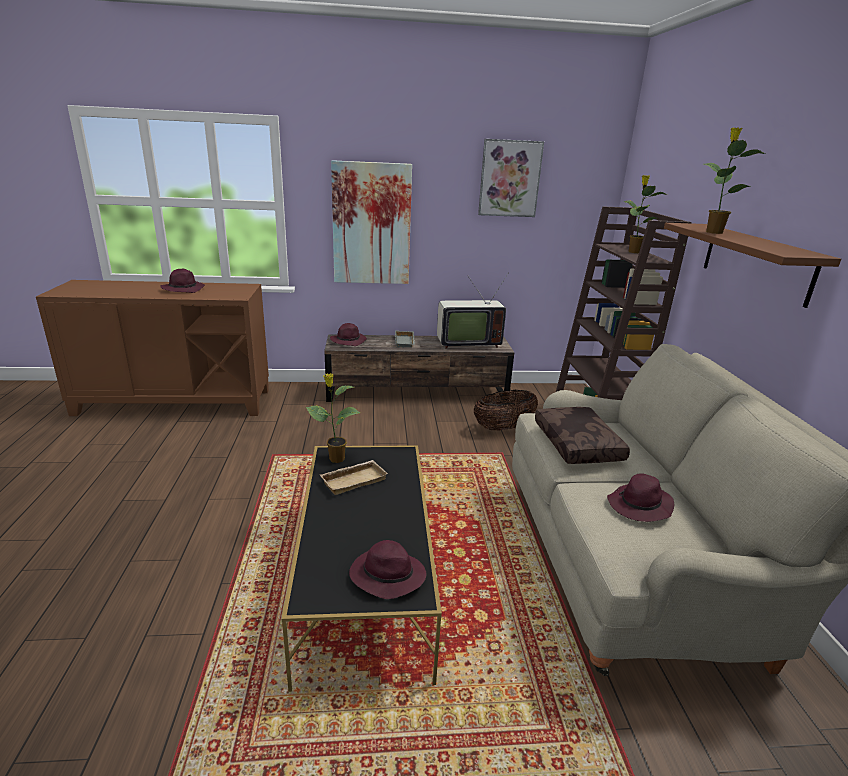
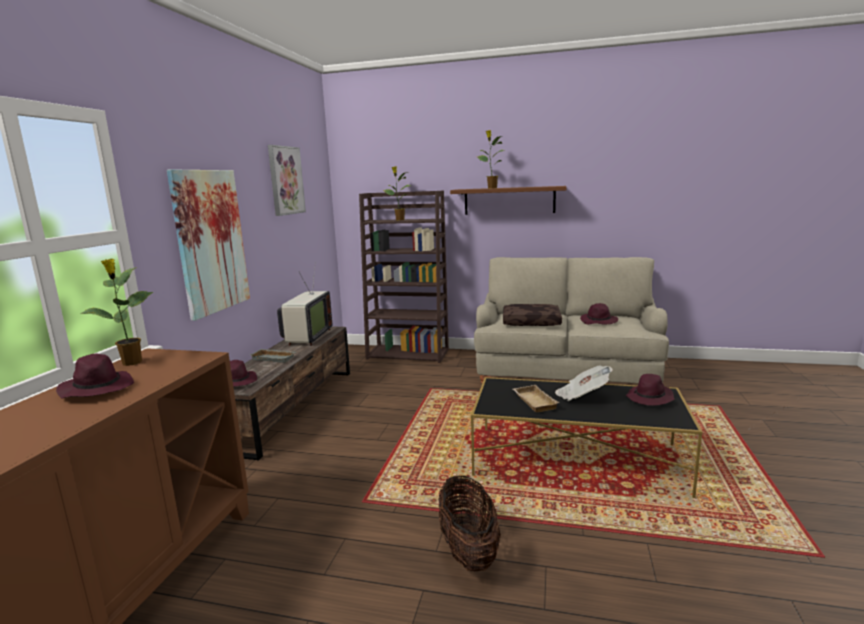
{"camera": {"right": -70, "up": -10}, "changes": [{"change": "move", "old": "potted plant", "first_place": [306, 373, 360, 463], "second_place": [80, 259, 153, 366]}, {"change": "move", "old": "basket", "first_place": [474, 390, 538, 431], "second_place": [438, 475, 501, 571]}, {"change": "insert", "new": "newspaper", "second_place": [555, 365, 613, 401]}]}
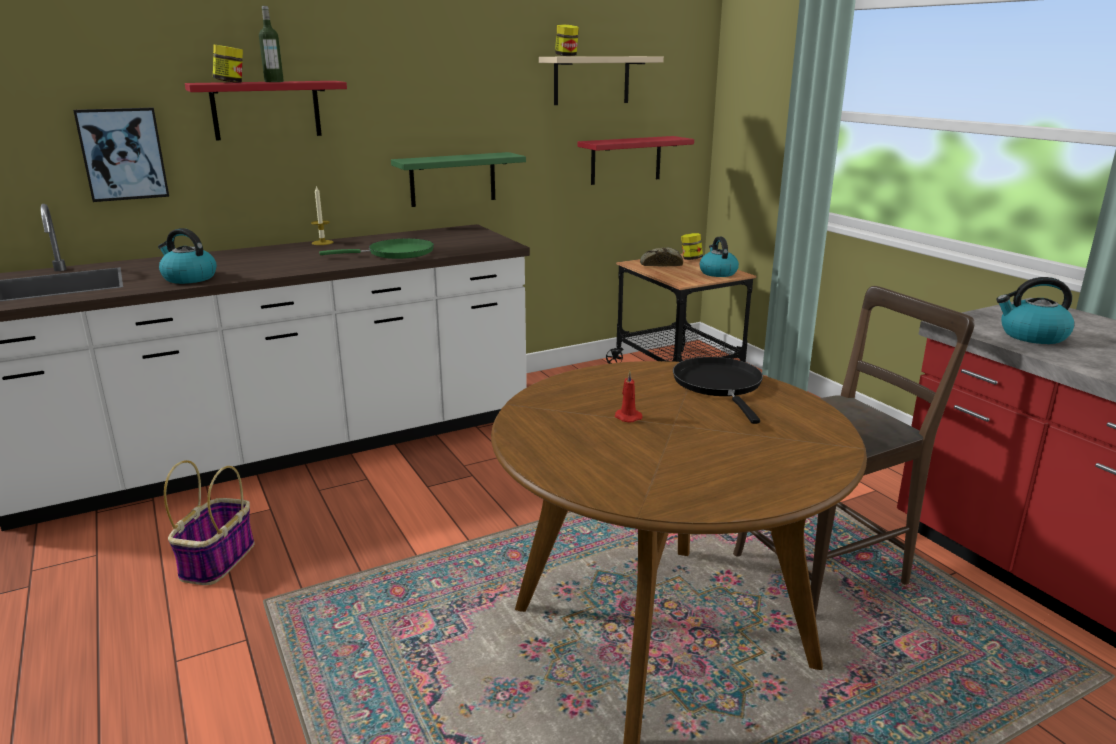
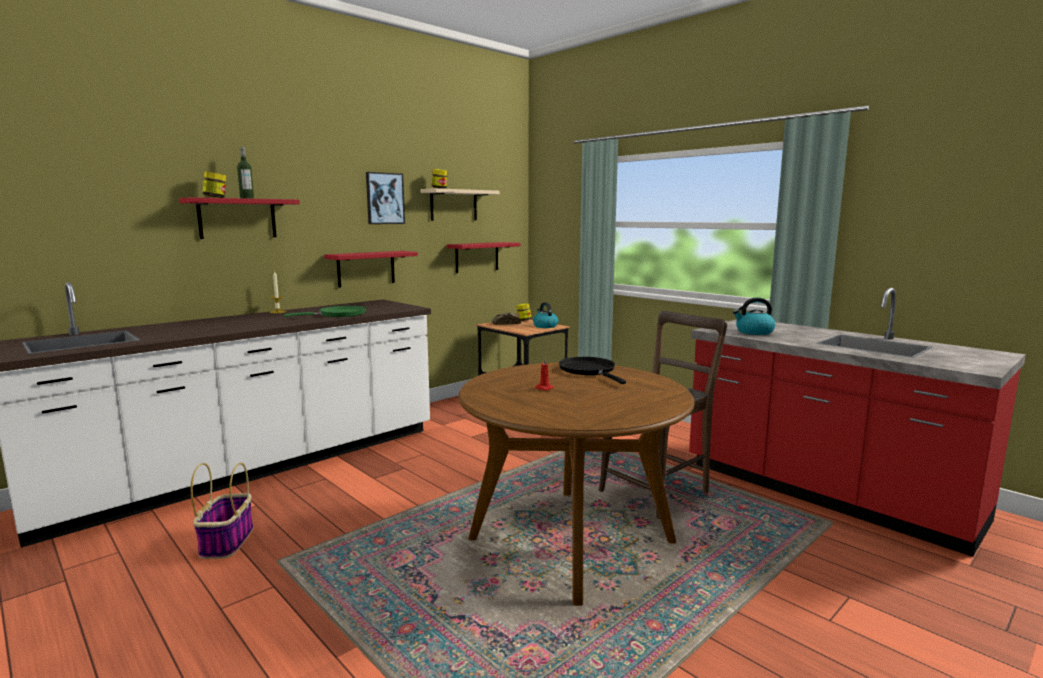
{"camera": {"right": -15, "up": -10}, "changes": [{"change": "move", "old": "picture", "first_place": [73, 107, 169, 202], "second_place": [366, 172, 405, 224]}, {"change": "recolor", "old": "green shelf", "new": "red shelf", "first_place": [391, 152, 526, 207], "second_place": [324, 251, 418, 288]}, {"change": "delete", "old": "kettle", "first_place": [158, 228, 217, 284]}]}
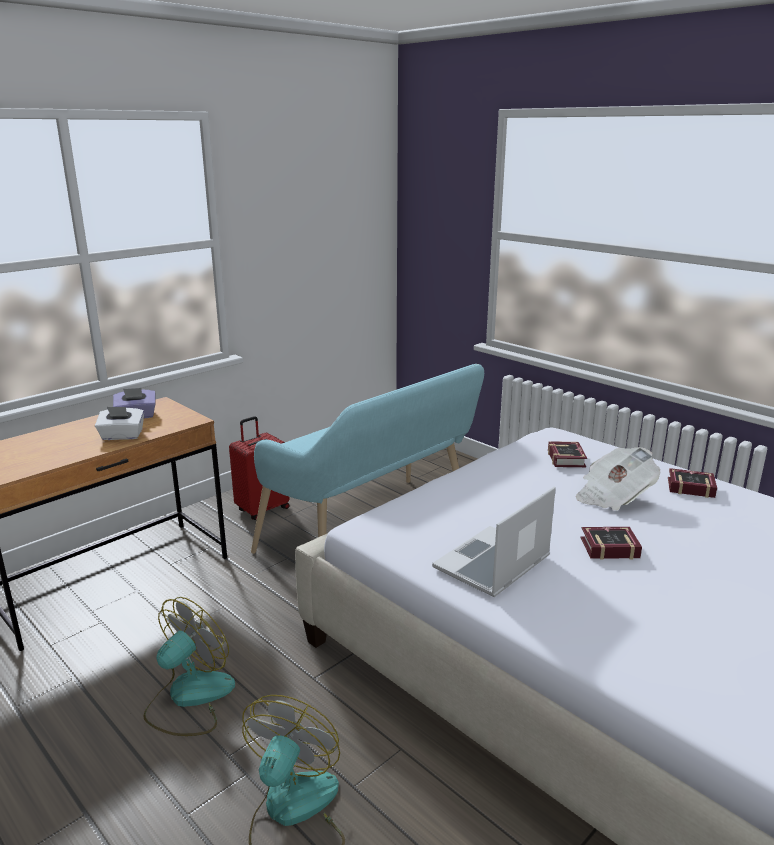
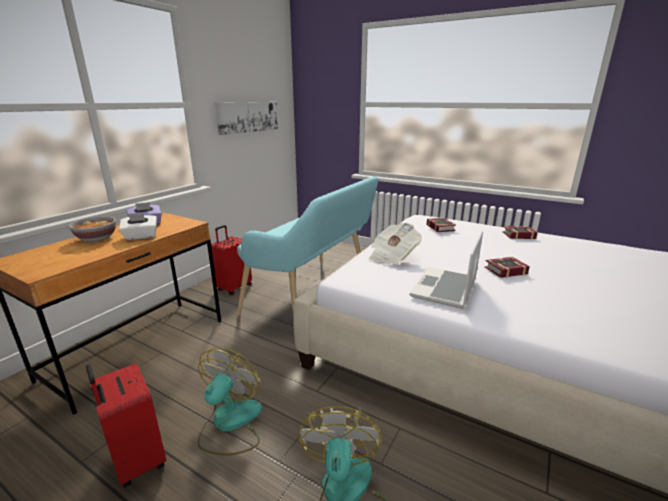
{"camera": {"right": -15, "up": 0}, "changes": [{"change": "move", "old": "newspaper", "first_place": [576, 447, 660, 510], "second_place": [369, 223, 422, 265]}, {"change": "insert", "new": "picture", "second_place": [215, 102, 278, 135]}, {"change": "insert", "new": "bowl", "second_place": [69, 216, 116, 242]}, {"change": "insert", "new": "red suitcase", "second_place": [86, 363, 166, 488]}]}
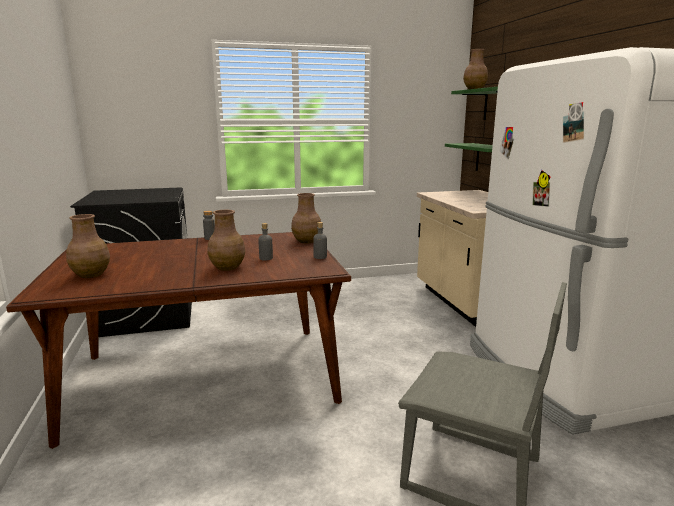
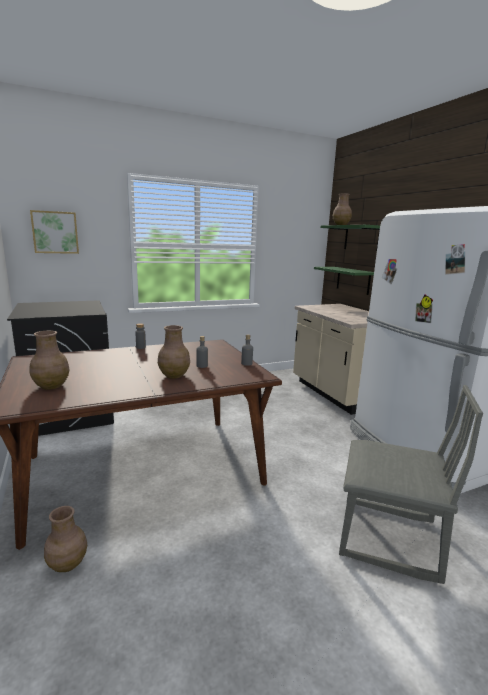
{"camera": {"right": -10, "up": 0}, "changes": [{"change": "move", "old": "brown vase", "first_place": [291, 193, 321, 243], "second_place": [44, 506, 87, 572]}, {"change": "insert", "new": "picture", "second_place": [30, 210, 79, 254]}]}
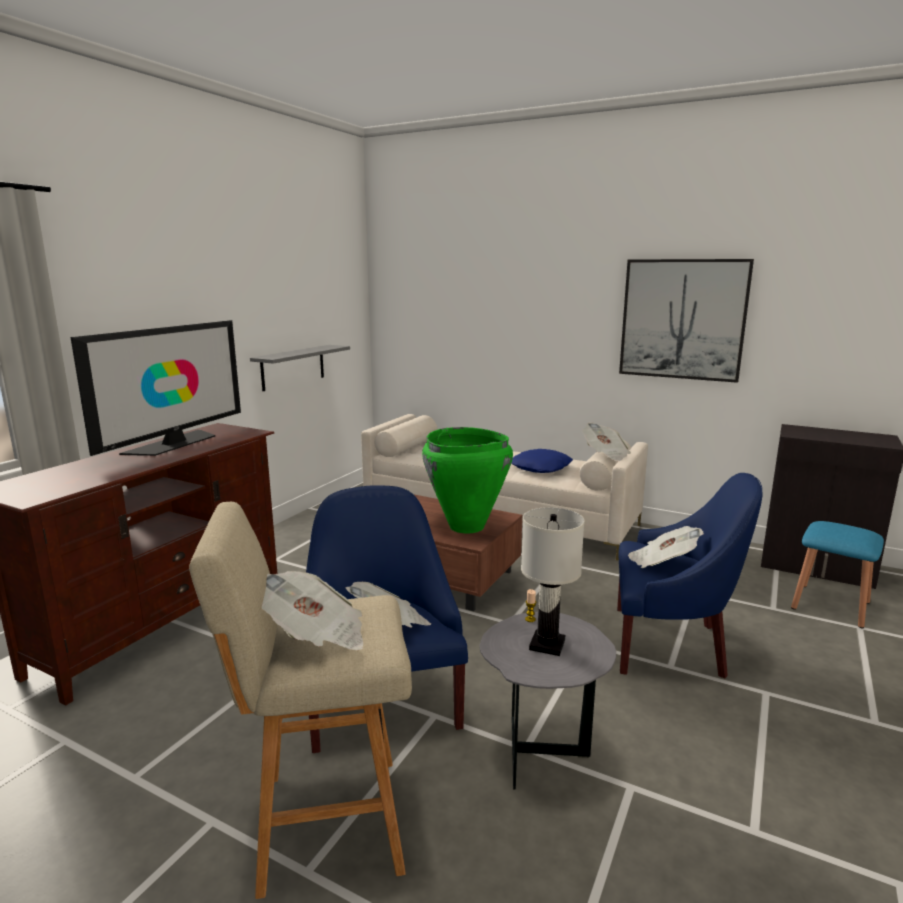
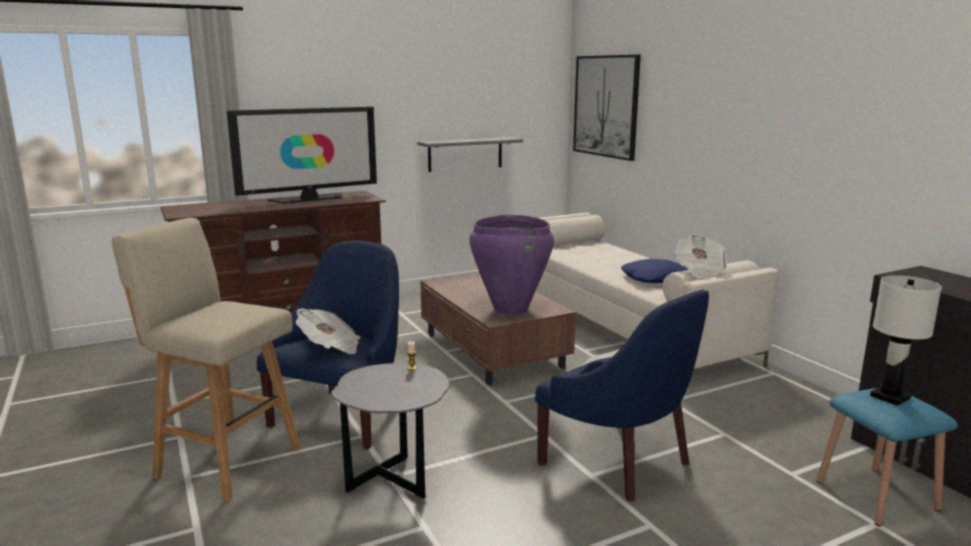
{"camera": {"right": 35, "up": 0}, "changes": [{"change": "move", "old": "picture", "first_place": [619, 259, 754, 383], "second_place": [573, 55, 641, 161]}, {"change": "recolor", "old": "green vase", "new": "purple vase", "first_place": [422, 427, 513, 534], "second_place": [470, 214, 554, 315]}, {"change": "move", "old": "white table lamp", "first_place": [521, 507, 585, 656], "second_place": [870, 275, 942, 406]}, {"change": "delete", "old": "newspaper", "first_place": [262, 571, 363, 650]}]}
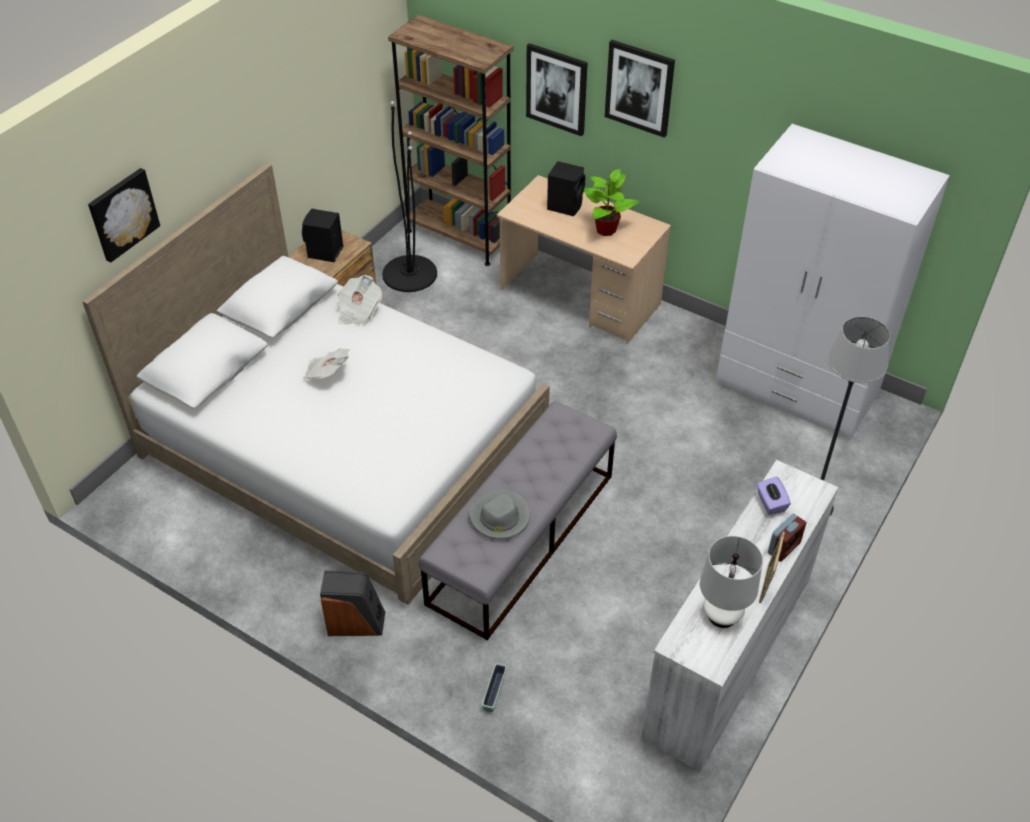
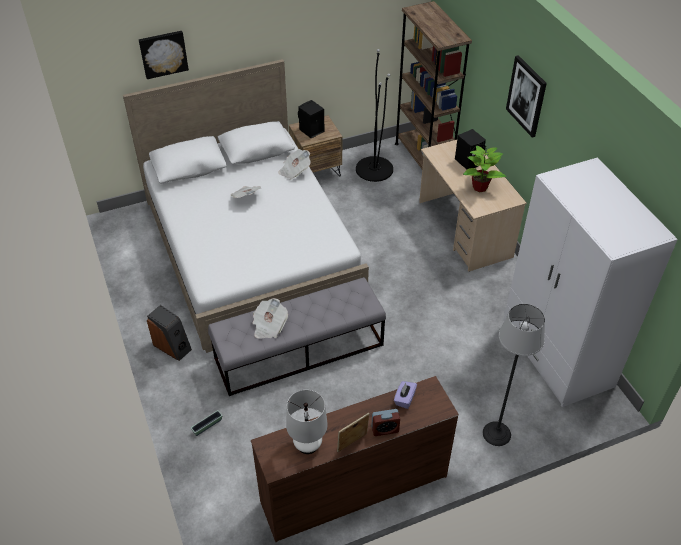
{"camera": {"right": 35, "up": 0}, "changes": [{"change": "delete", "old": "picture", "first_place": [526, 43, 588, 137]}, {"change": "recolor", "old": "white dresser", "new": "brown dresser", "first_place": [641, 460, 839, 772], "second_place": [251, 376, 459, 542]}, {"change": "replace", "old": "grey hat", "new": "newspaper", "first_place": [468, 490, 530, 539], "second_place": [253, 298, 288, 339]}]}
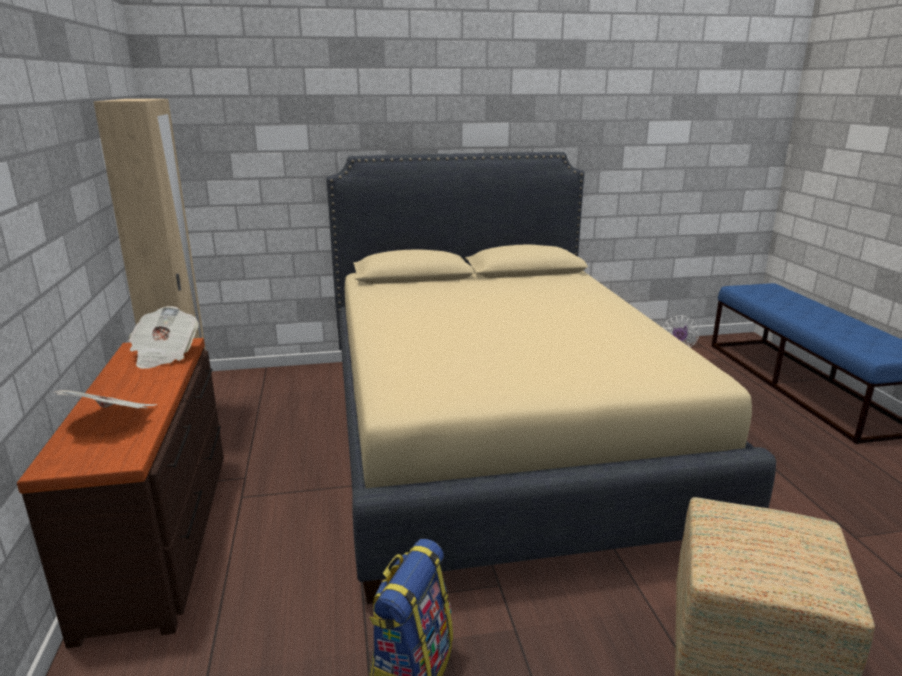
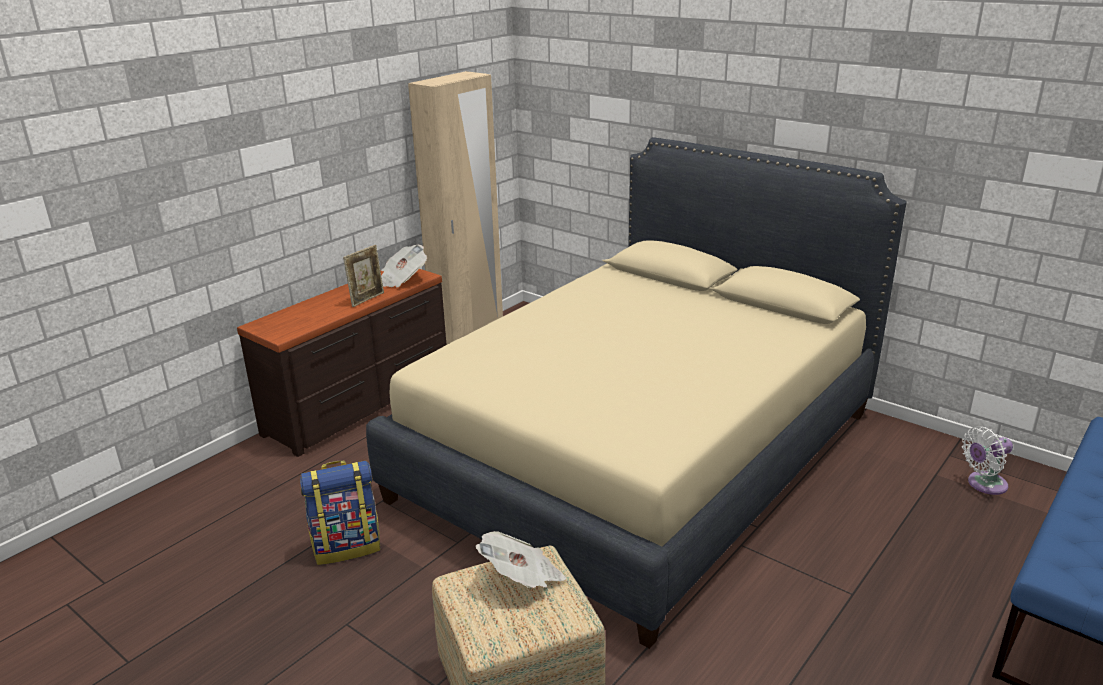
{"camera": {"right": 50, "up": 5}, "changes": [{"change": "move", "old": "newspaper", "first_place": [55, 390, 157, 408], "second_place": [475, 531, 566, 588]}, {"change": "insert", "new": "picture frame", "second_place": [343, 245, 384, 307]}]}
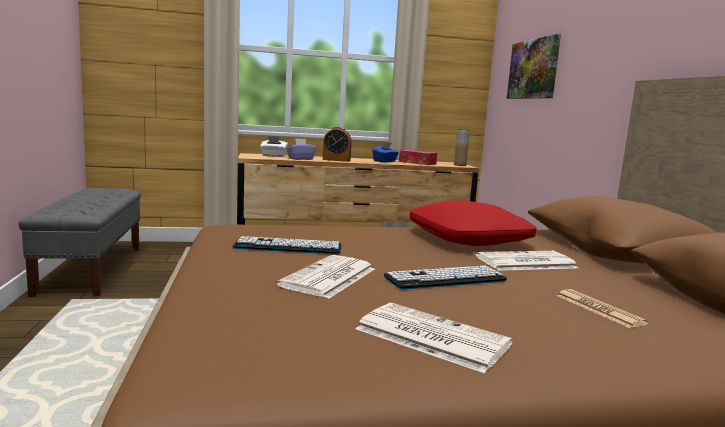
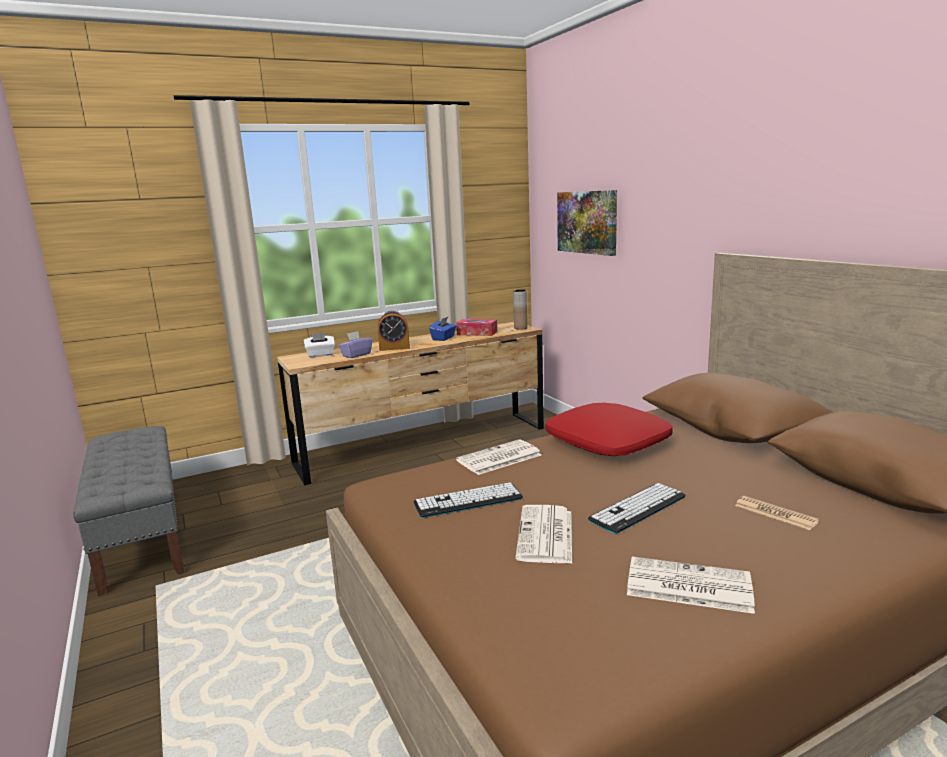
{"camera": {"right": -15, "up": 5}, "changes": [{"change": "move", "old": "newspaper", "first_place": [475, 251, 578, 271], "second_place": [456, 439, 542, 475]}]}
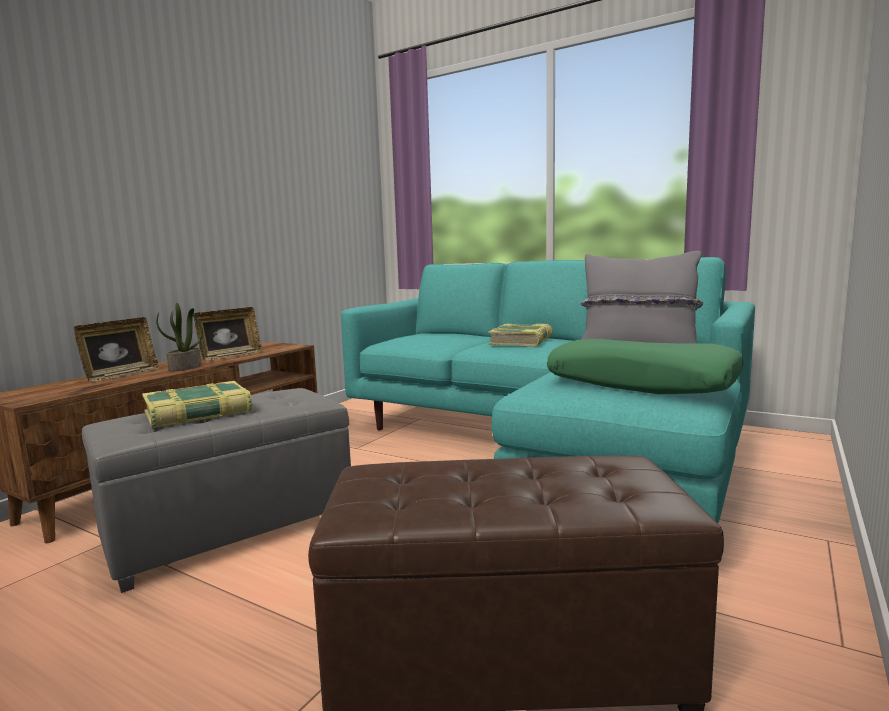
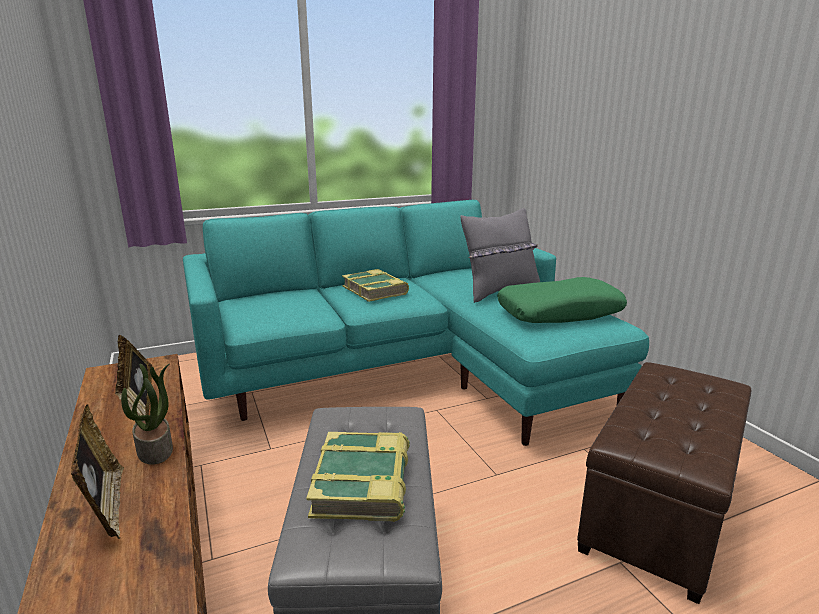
{"camera": {"right": -55, "up": 10}, "changes": [{"change": "rotate", "old": "picture frame", "first_place": [194, 307, 263, 361], "second_place": [115, 335, 153, 416], "degrees": 150}]}
